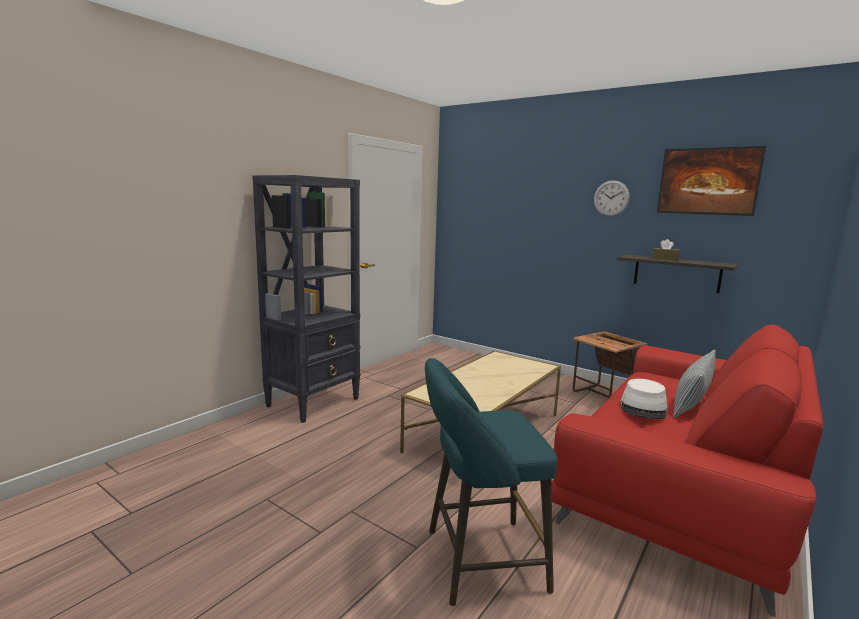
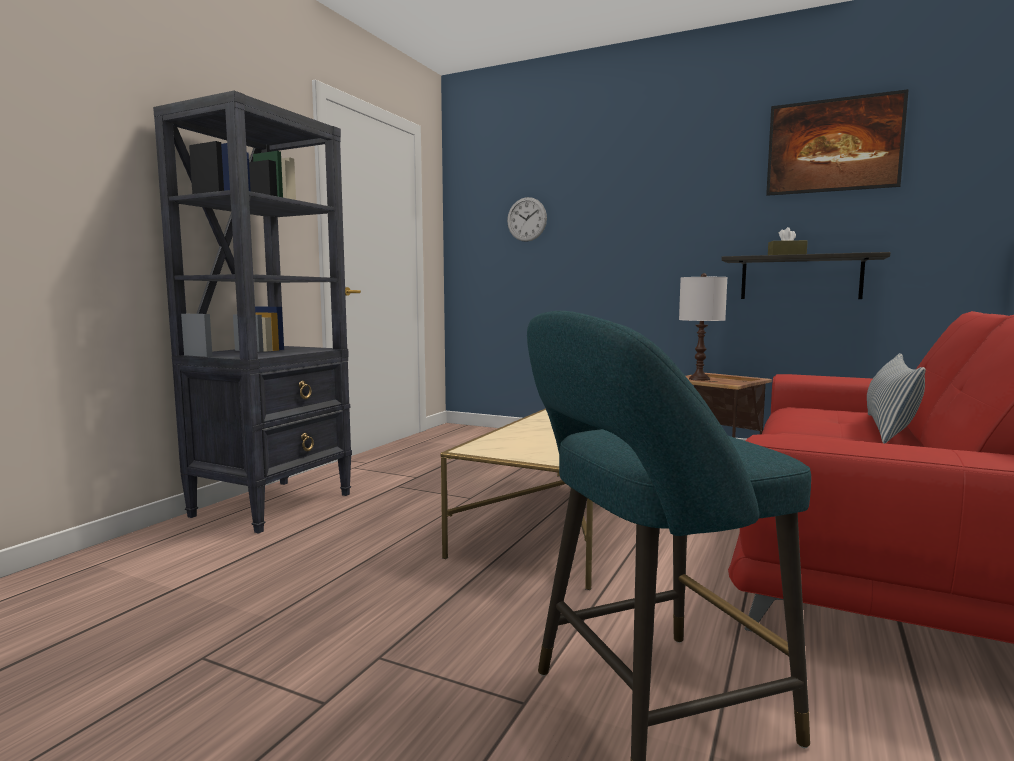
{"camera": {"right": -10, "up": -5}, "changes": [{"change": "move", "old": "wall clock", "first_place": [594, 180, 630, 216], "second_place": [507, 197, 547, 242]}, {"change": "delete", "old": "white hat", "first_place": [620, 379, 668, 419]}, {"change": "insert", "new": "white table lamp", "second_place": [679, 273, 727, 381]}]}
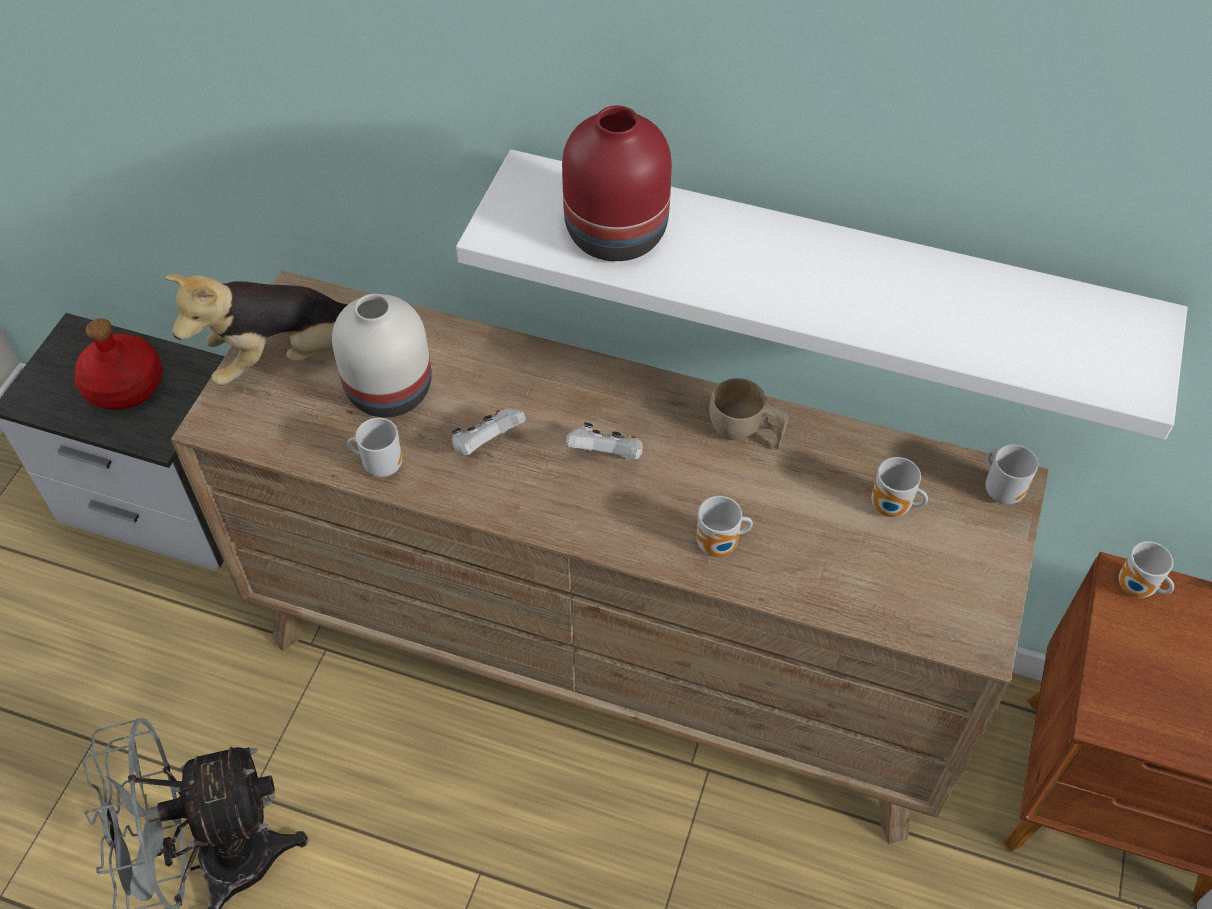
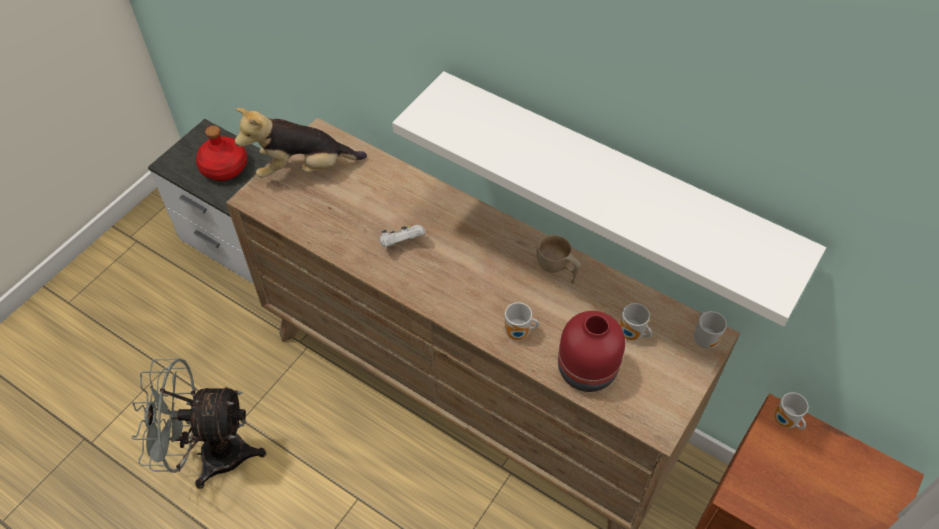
{"camera": {"right": 15, "up": 0}, "changes": [{"change": "move", "old": "red vase", "first_place": [562, 105, 672, 261], "second_place": [558, 311, 625, 392]}, {"change": "delete", "old": "white vase", "first_place": [332, 294, 431, 417]}, {"change": "delete", "old": "mug", "first_place": [347, 418, 402, 477]}, {"change": "delete", "old": "white game controller", "first_place": [566, 422, 643, 459]}]}
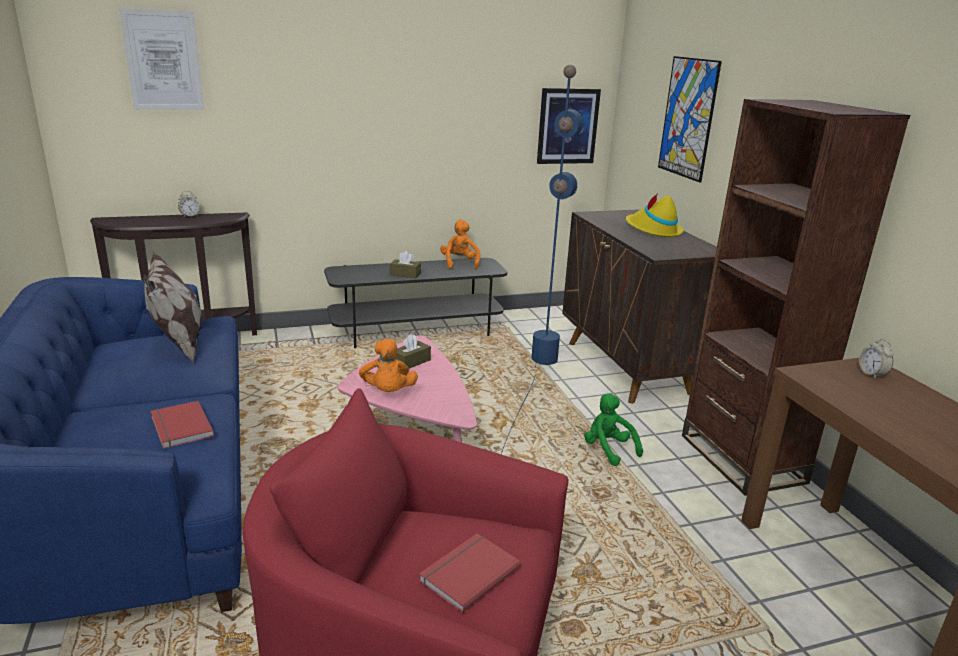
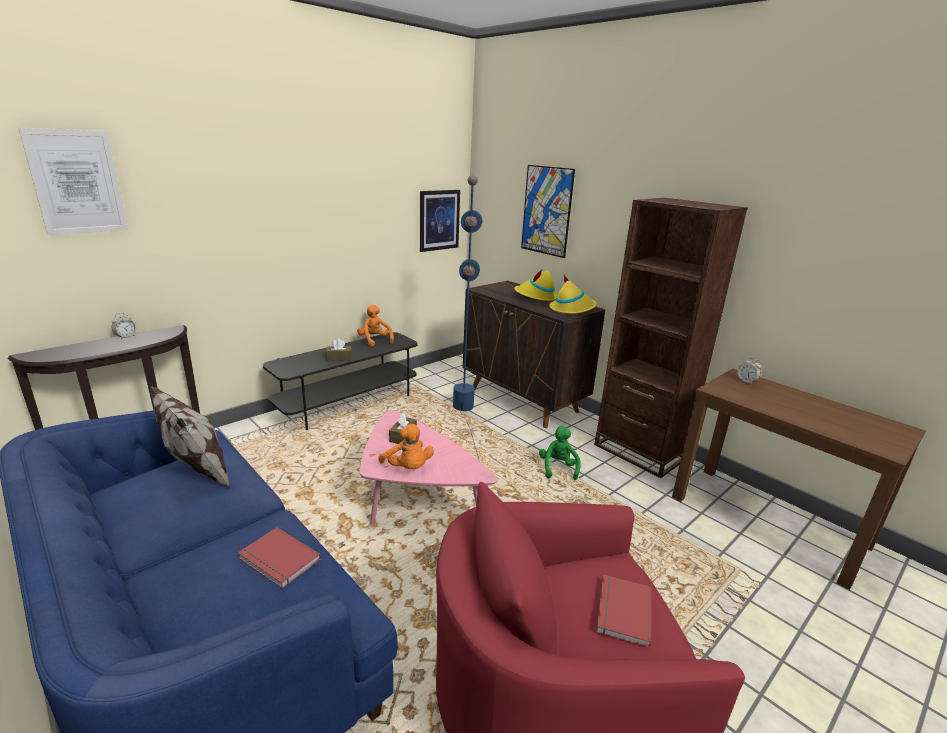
{"camera": {"right": -25, "up": 0}, "changes": [{"change": "rotate", "old": "green plush toy", "first_place": [584, 393, 643, 466], "second_place": [539, 426, 581, 480], "degrees": 60}, {"change": "insert", "new": "yellow hat", "second_place": [549, 274, 597, 314]}]}
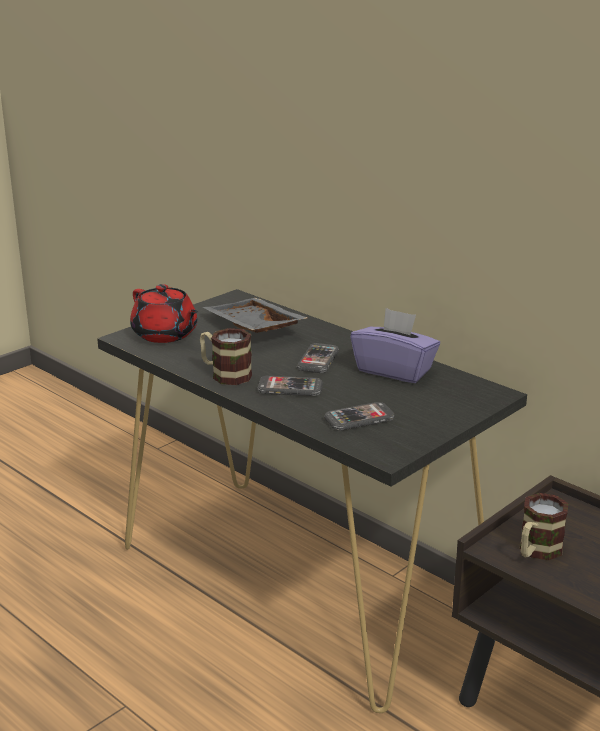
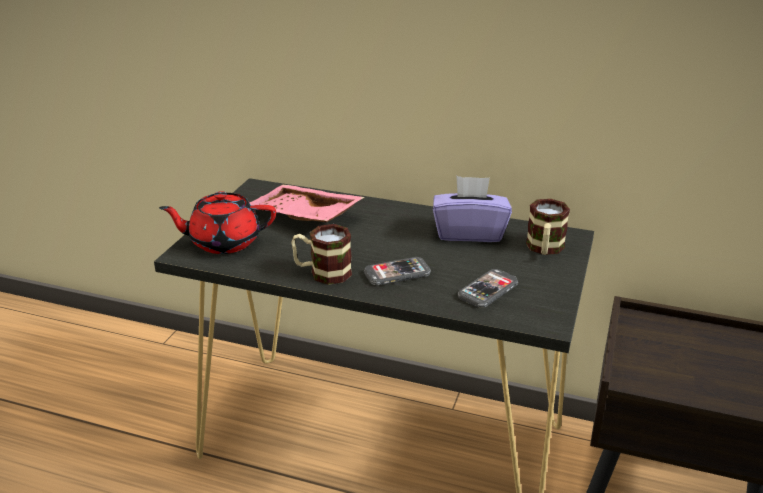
{"camera": {"right": -25, "up": 5}, "changes": [{"change": "rotate", "old": "red teapot", "first_place": [130, 284, 198, 343], "second_place": [159, 191, 276, 254], "degrees": 150}, {"change": "recolor", "old": "grey tray", "new": "pink tray", "first_place": [203, 298, 307, 333], "second_place": [249, 185, 364, 222]}, {"change": "delete", "old": "phone", "first_place": [297, 343, 339, 373]}, {"change": "move", "old": "mug", "first_place": [520, 493, 568, 560], "second_place": [526, 199, 570, 255]}]}
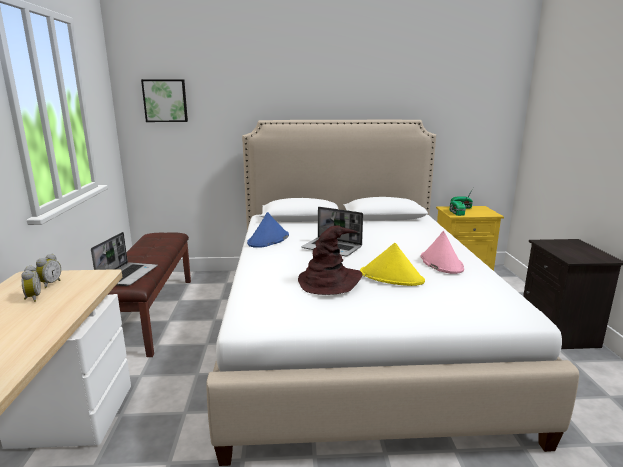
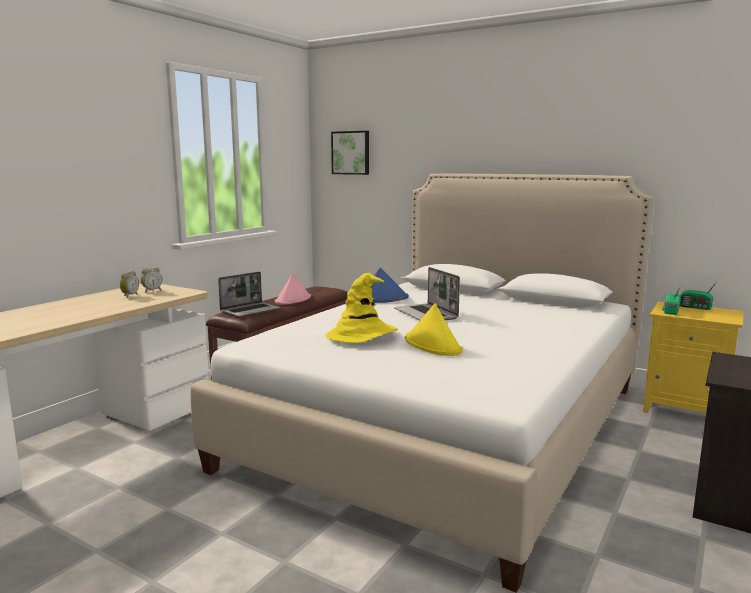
{"camera": {"right": 35, "up": -5}, "changes": [{"change": "recolor", "old": "brown hat", "new": "yellow hat", "first_place": [298, 225, 362, 295], "second_place": [325, 273, 398, 343]}, {"change": "move", "old": "pink hat", "first_place": [421, 231, 464, 274], "second_place": [275, 273, 311, 304]}]}
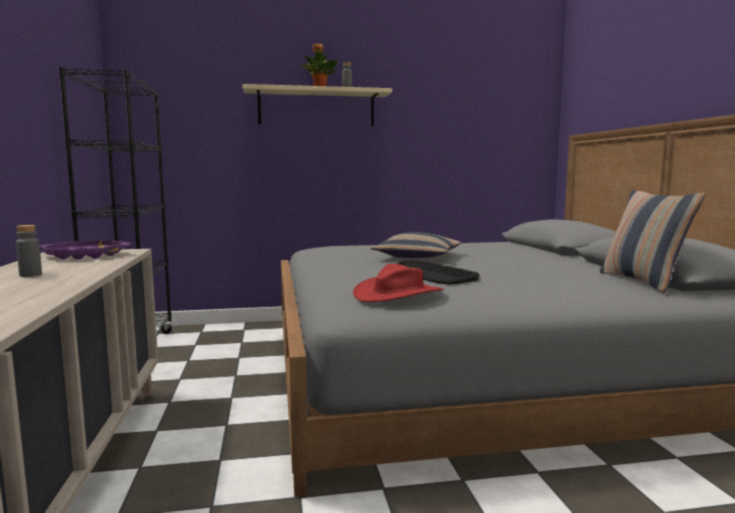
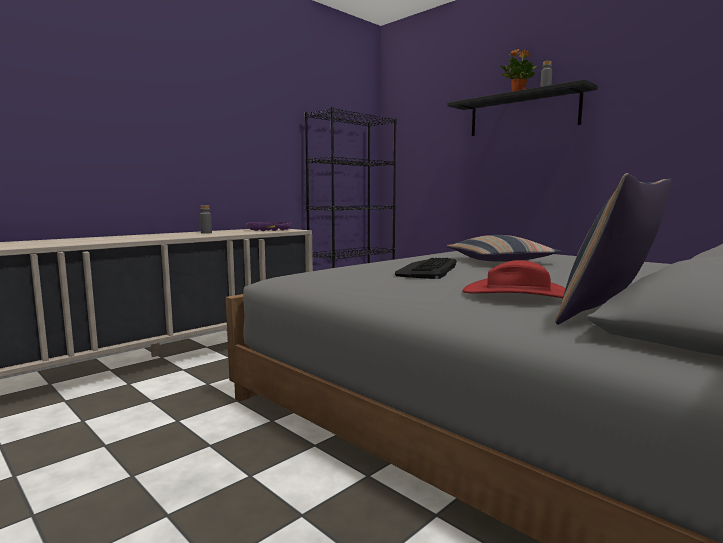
{"camera": {"right": 55, "up": 0}, "changes": [{"change": "recolor", "old": "beige shelf", "new": "black shelf", "first_place": [243, 84, 392, 126], "second_place": [447, 79, 598, 136]}, {"change": "move", "old": "red hat", "first_place": [353, 264, 444, 302], "second_place": [462, 260, 566, 298]}]}
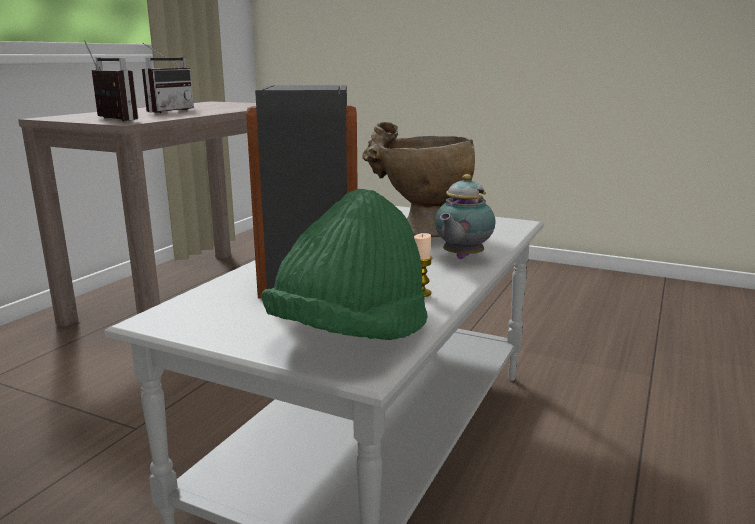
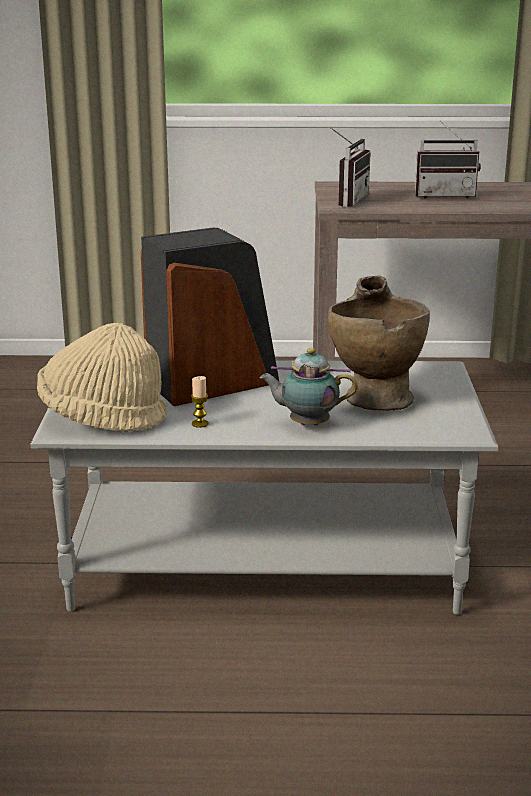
{"camera": {"right": 65, "up": 5}, "changes": [{"change": "recolor", "old": "green hat", "new": "beige hat", "first_place": [261, 189, 428, 340], "second_place": [37, 323, 167, 432]}]}
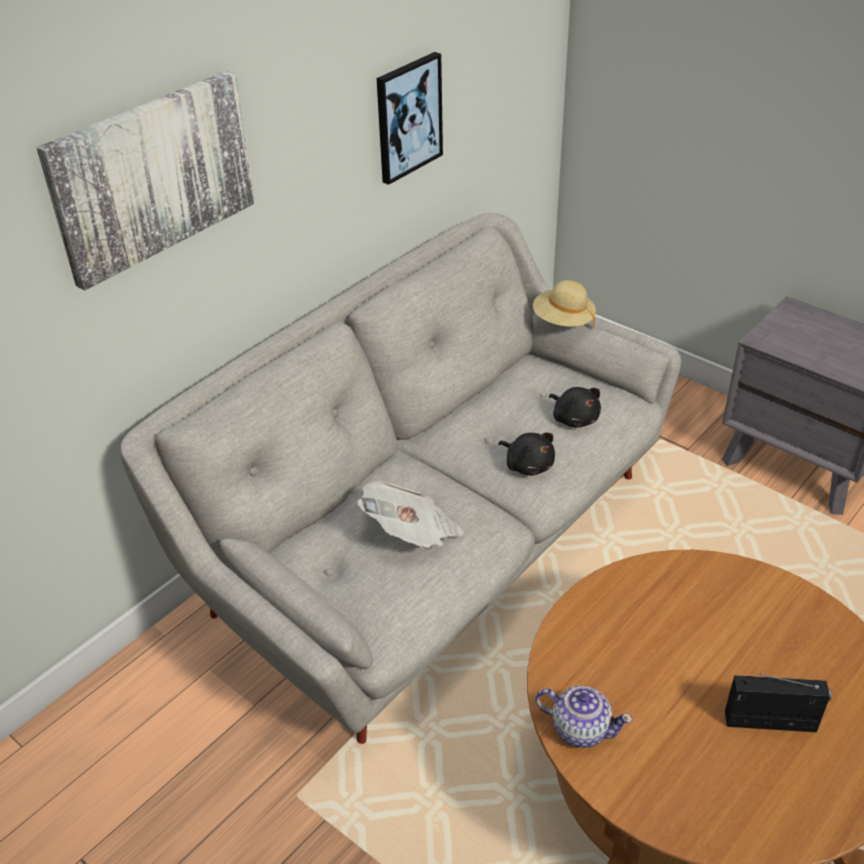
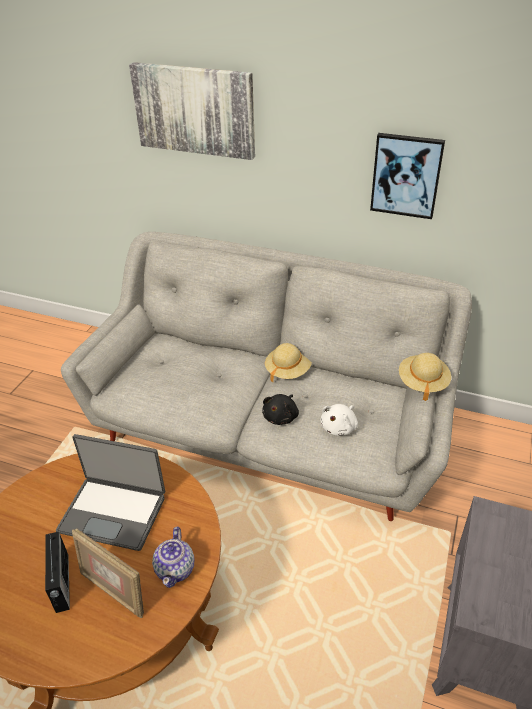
{"camera": {"right": 70, "up": 0}, "changes": [{"change": "recolor", "old": "black plush toy", "new": "white plush toy", "first_place": [549, 387, 601, 428], "second_place": [320, 404, 358, 436]}, {"change": "delete", "old": "newspaper", "first_place": [357, 480, 464, 549]}, {"change": "move", "old": "teapot", "first_place": [535, 686, 633, 748], "second_place": [152, 527, 194, 588]}, {"change": "insert", "new": "beige hat", "second_place": [265, 343, 312, 383]}, {"change": "insert", "new": "laptop", "second_place": [56, 434, 165, 551]}, {"change": "insert", "new": "picture frame", "second_place": [72, 528, 144, 618]}]}
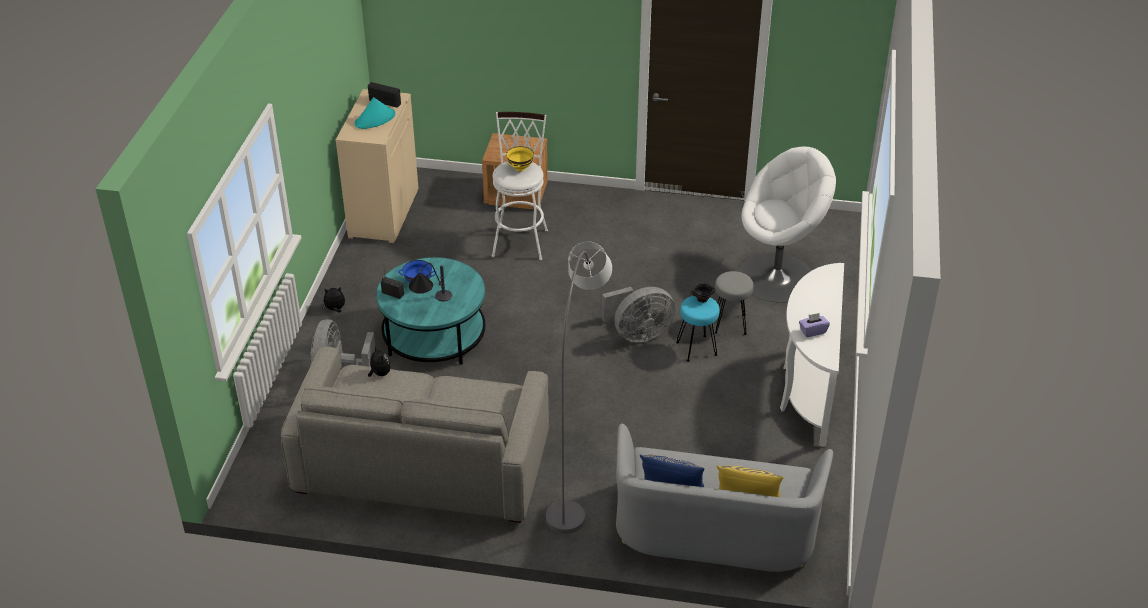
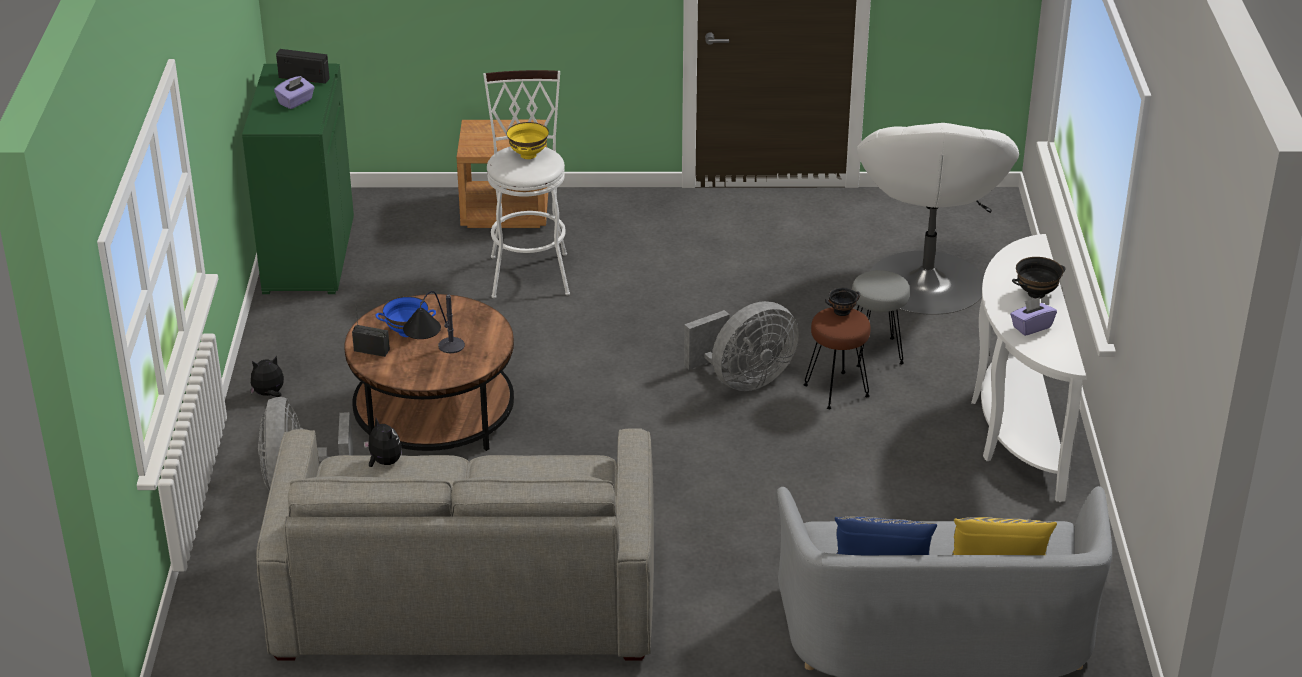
{"camera": {"right": -10, "up": -5}, "changes": [{"change": "recolor", "old": "beige cabinet", "new": "green cabinet", "first_place": [336, 89, 419, 243], "second_place": [242, 64, 354, 294]}, {"change": "replace", "old": "turquoise hat", "new": "purple tissue box", "first_place": [355, 97, 395, 129], "second_place": [274, 76, 315, 109]}, {"change": "rotate", "old": "white armchair", "first_place": [738, 146, 836, 303], "second_place": [857, 123, 1019, 315], "degrees": 120}, {"change": "delete", "old": "grey floor lamp", "first_place": [546, 241, 612, 534]}, {"change": "recolor", "old": "turquoise coffee table", "new": "brown coffee table", "first_place": [376, 257, 485, 365], "second_place": [345, 294, 514, 451]}, {"change": "recolor", "old": "turquoise stool", "new": "brown stool", "first_place": [676, 296, 720, 362], "second_place": [803, 307, 871, 409]}, {"change": "insert", "new": "black bowl", "second_place": [1012, 257, 1065, 299]}]}
